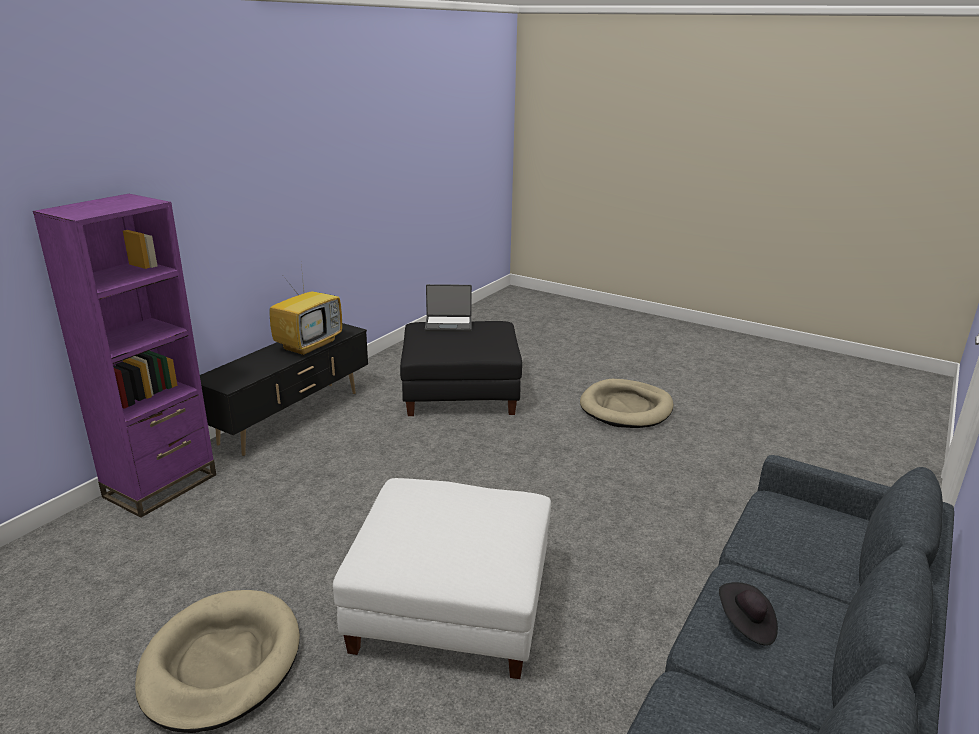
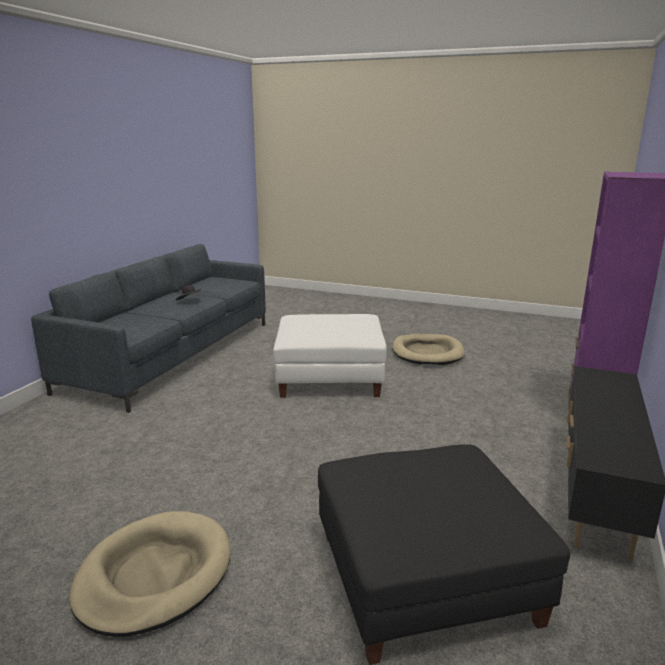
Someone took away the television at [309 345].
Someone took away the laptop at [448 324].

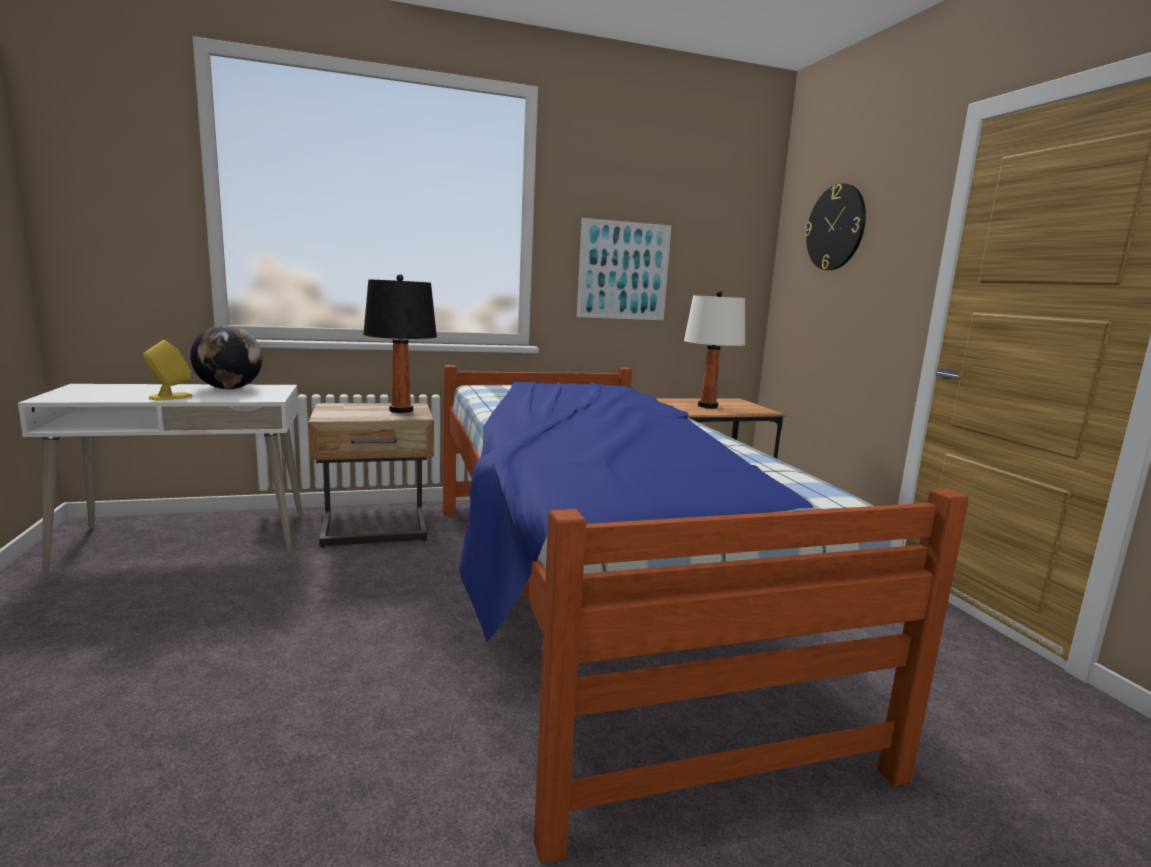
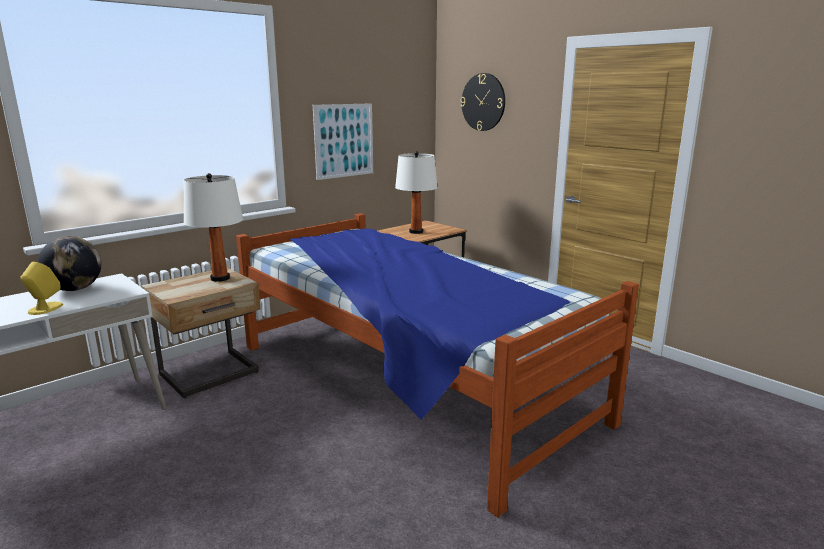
Someone repainted the black table lamp at [401 410], which became the white table lamp at [220 278].

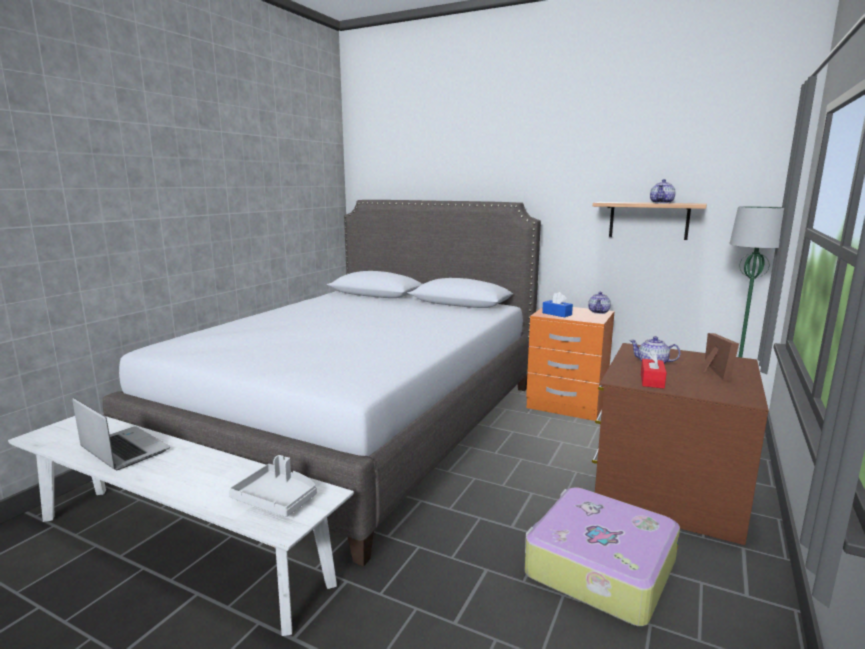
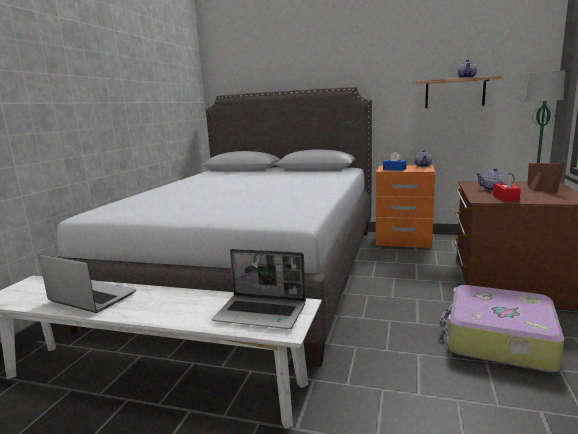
Someone swapped the grey tray at [277 499] for the laptop at [262 313].

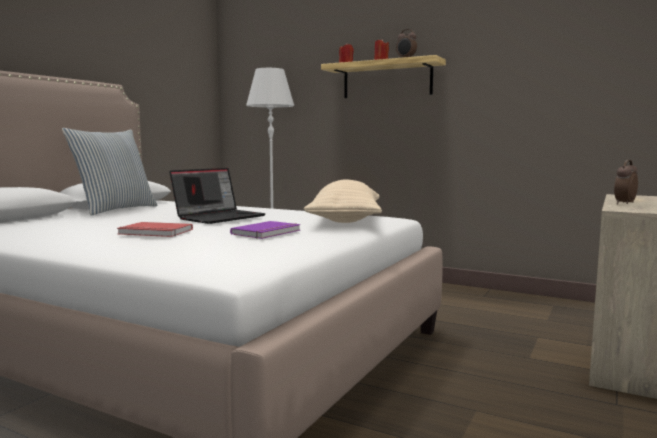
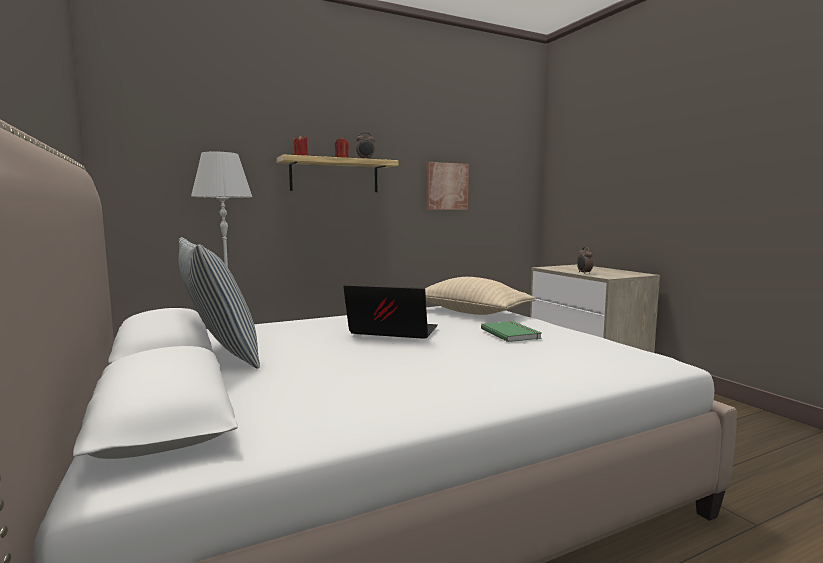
Someone took away the red book at [155 232].
Someone rotated the laptop at [219 217] by 60 degrees counterclockwise.
Someone repainted the purple book at [268 232], which became the green book at [511 333].
Someone put up the picture at [446 186].

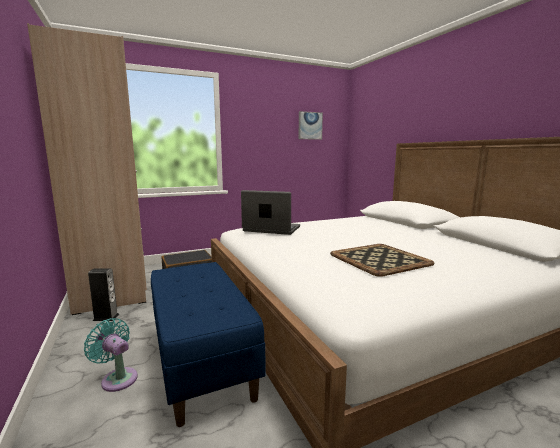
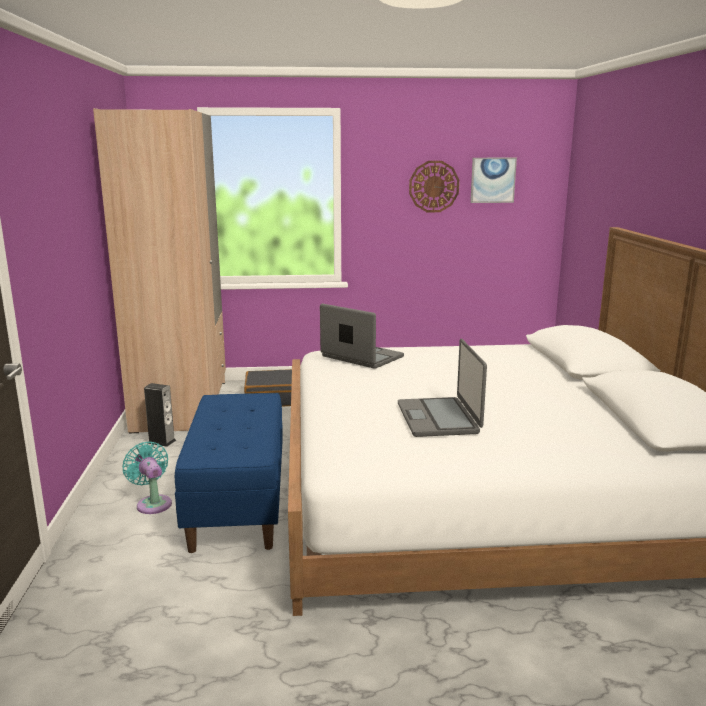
Someone swapped the tray at [380 259] for the laptop at [439 418].
Someone put up the wall clock at [434 186].

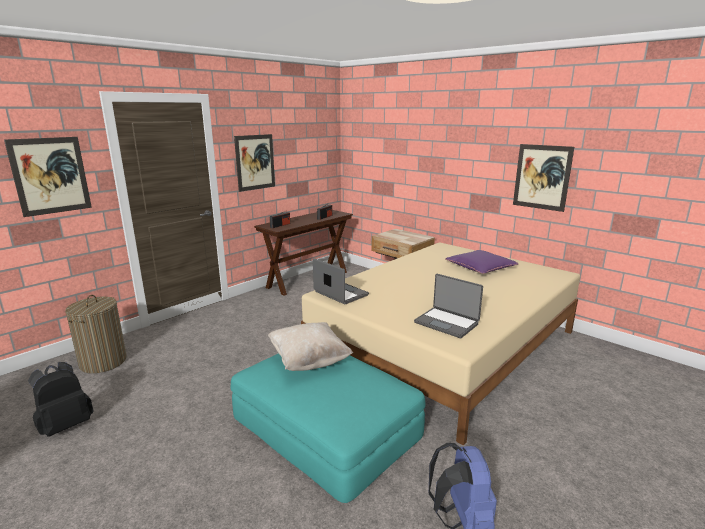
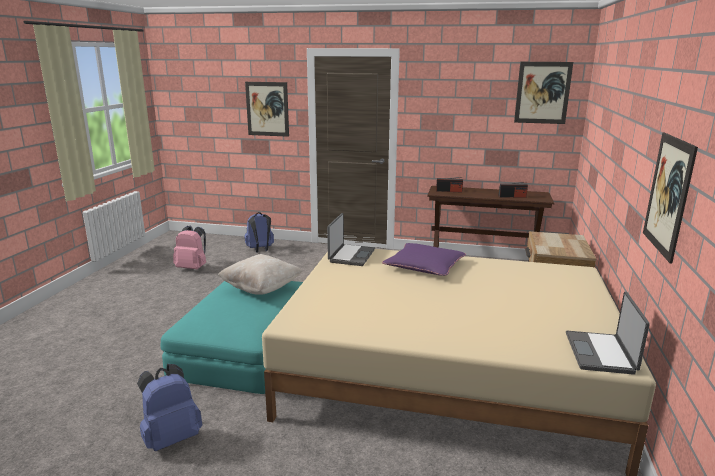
Someone repainted the black backpack at [66 425], which became the pink backpack at [193 268].
Someone swapped the laundry basket at [103 362] for the blue backpack at [260 250].
Someone carried the picture from [255 162] to [542 93].
Someone carried the laptop from [447 323] to [601 353].
Someone carried the purple pillow from [480 267] to [424 266].

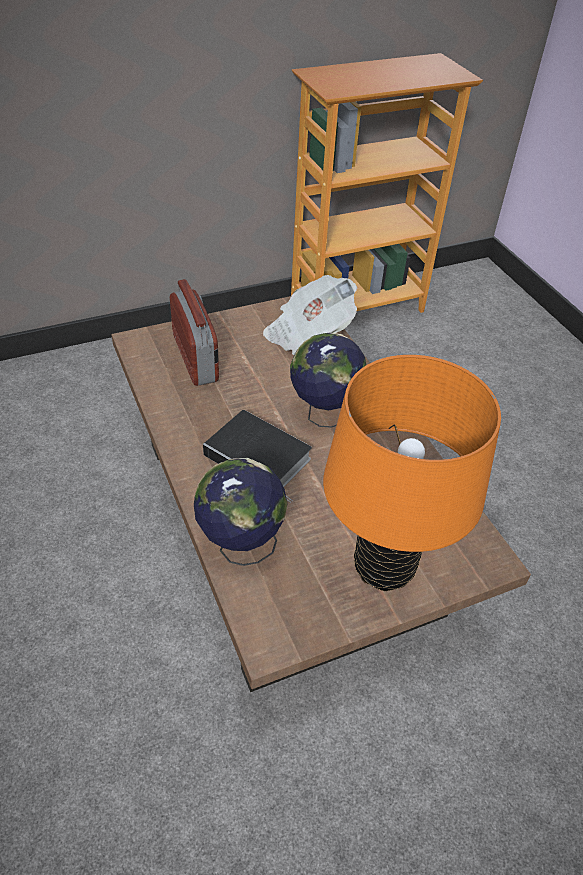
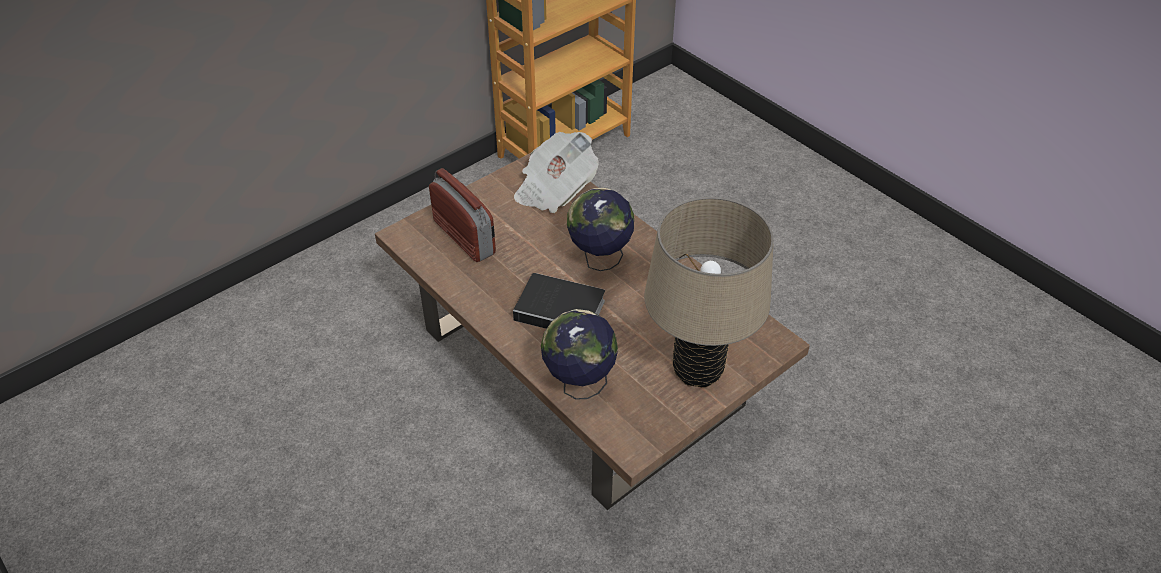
Someone repainted the orange table lamp at [384 567], which became the beige table lamp at [697 369].

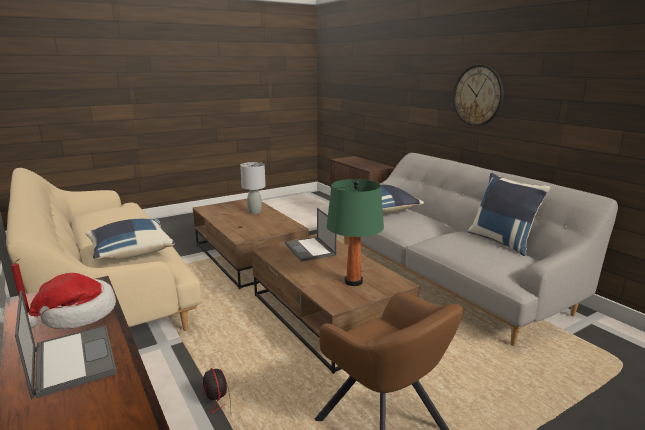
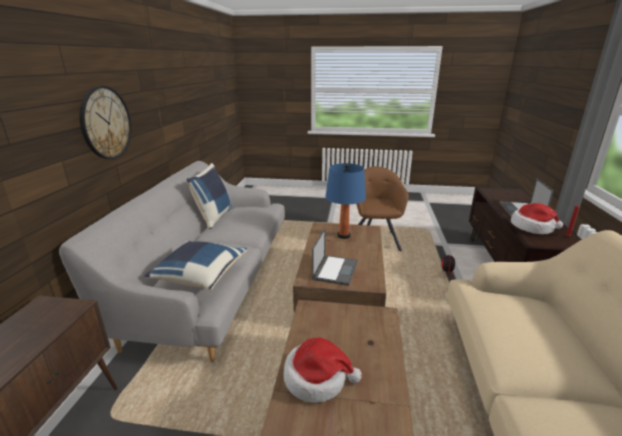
Someone took away the blue pillow at [131 252].
Someone swapped the grey table lamp at [255 212] for the hat at [317 378].
Someone repainted the green table lamp at [353 281], which became the blue table lamp at [344 236].

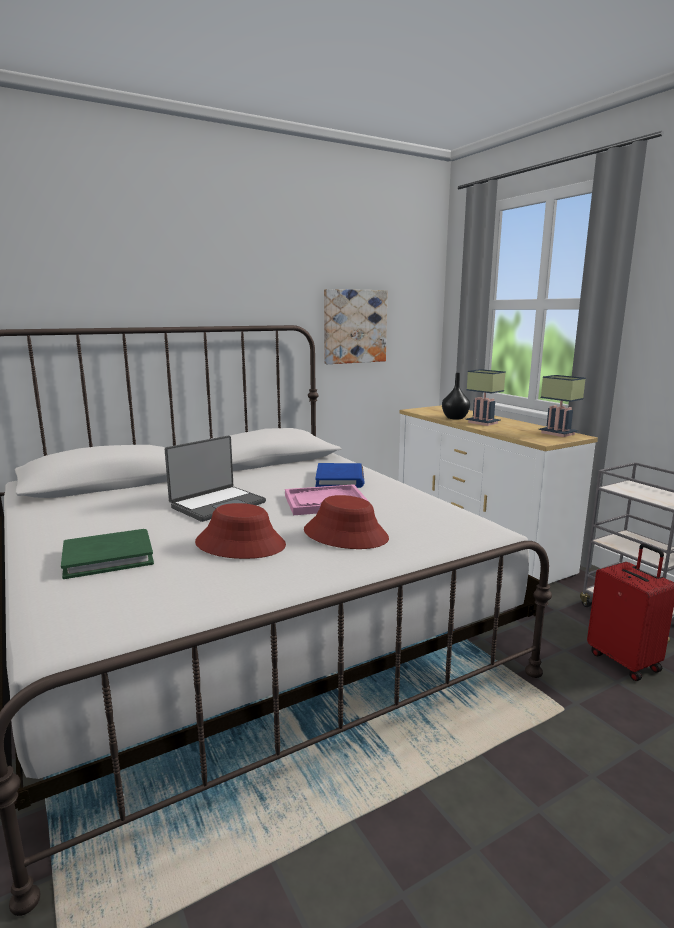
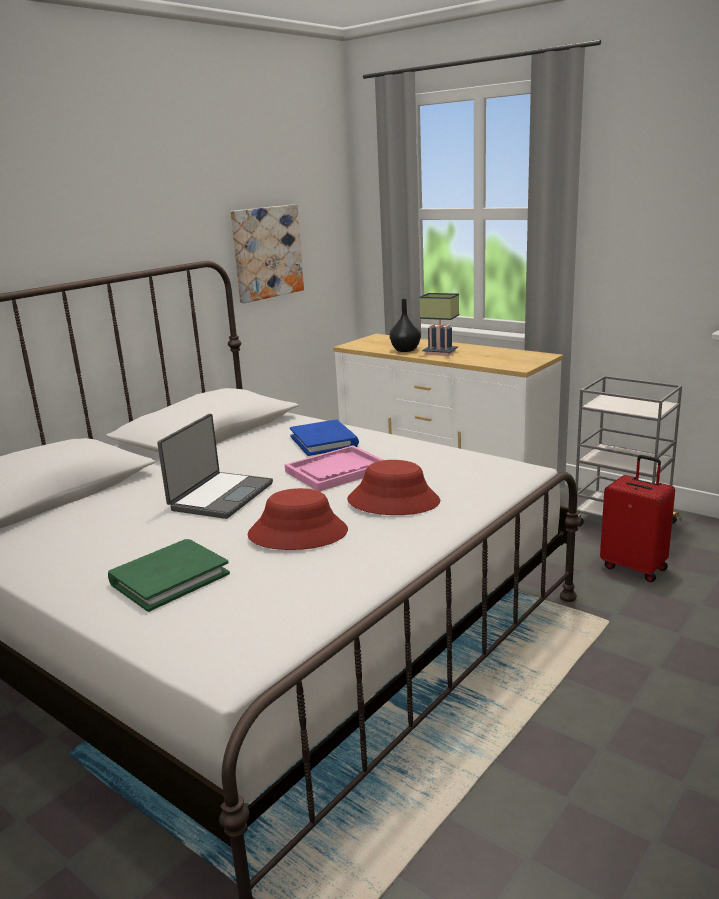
Someone took away the table lamp at [556 433].

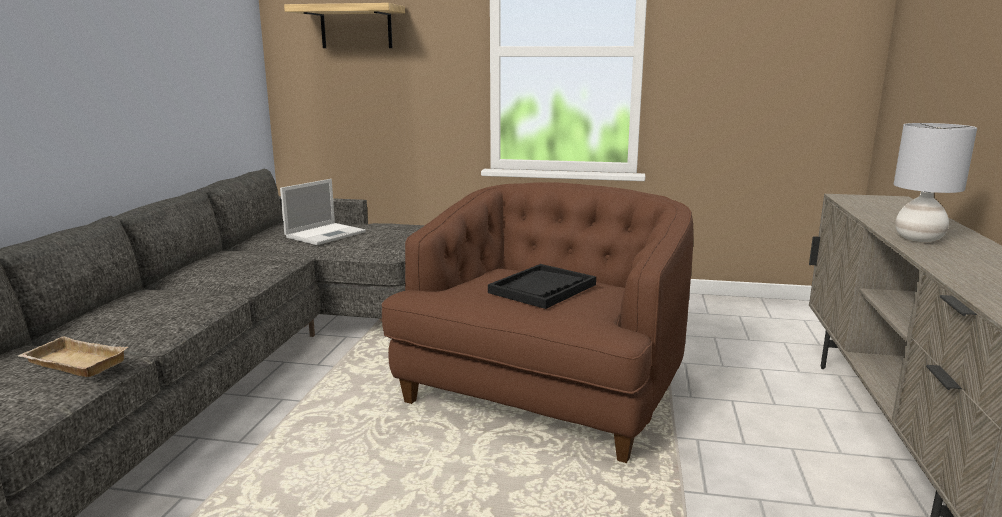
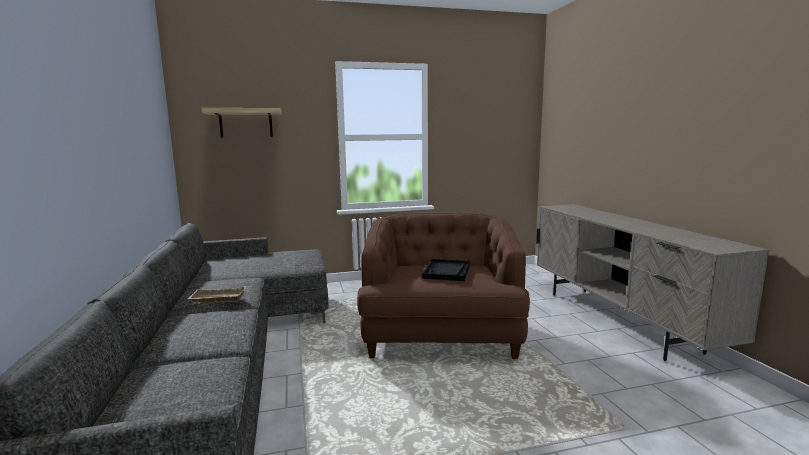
Someone carried the beige tray from [72 364] to [217 299].
Someone took away the laptop at [326 234].
Someone took away the grey table lamp at [919 239].

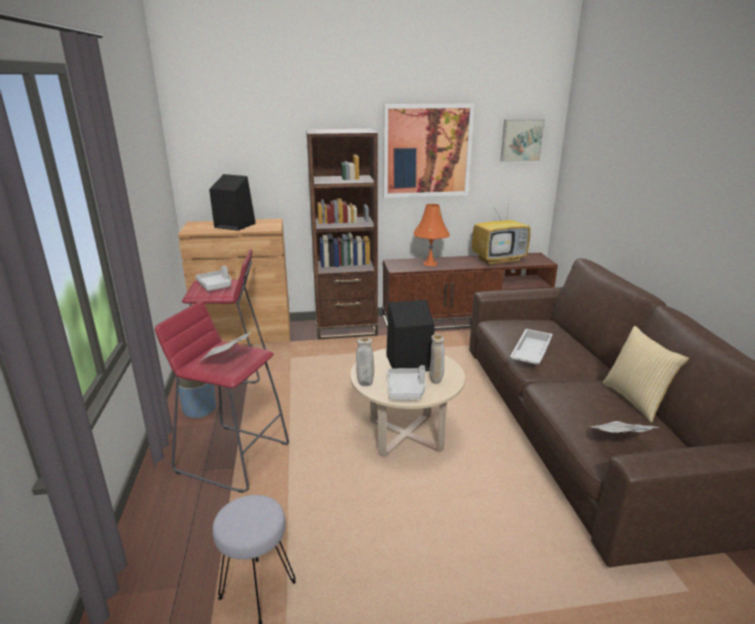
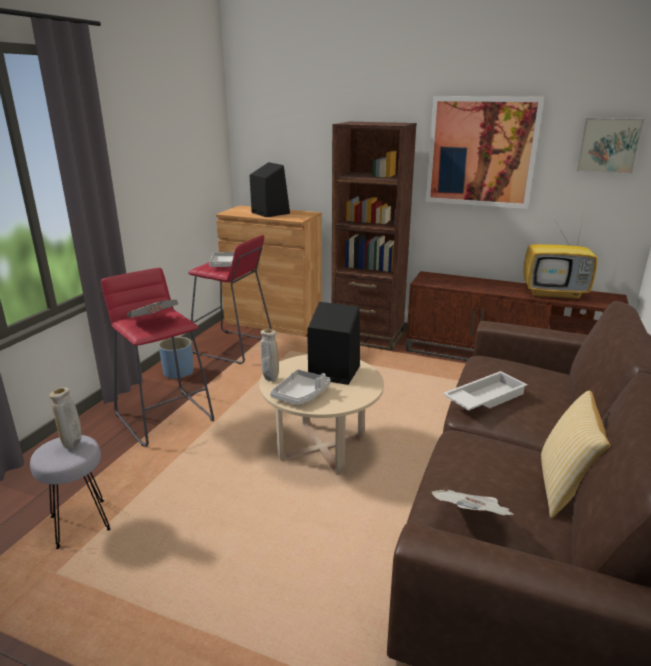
Someone took away the orange table lamp at [430 263].
Someone carried the beige vase from [436 381] to [73 446].

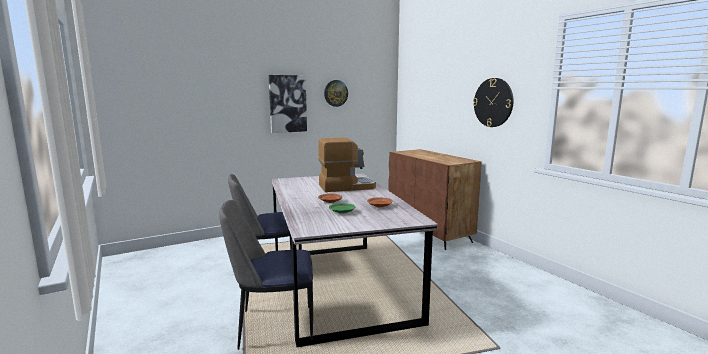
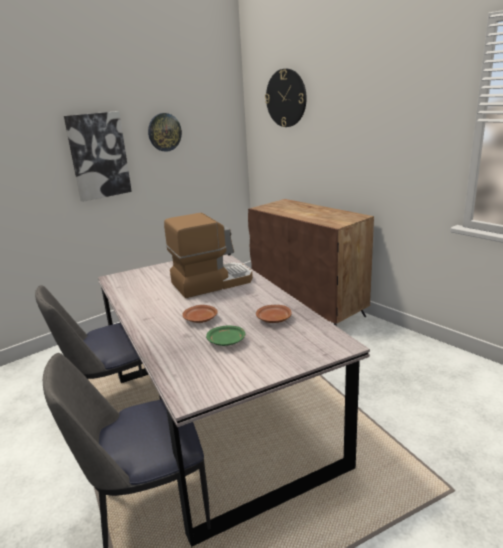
Someone carried the wall clock from [493 102] to [286 98].

